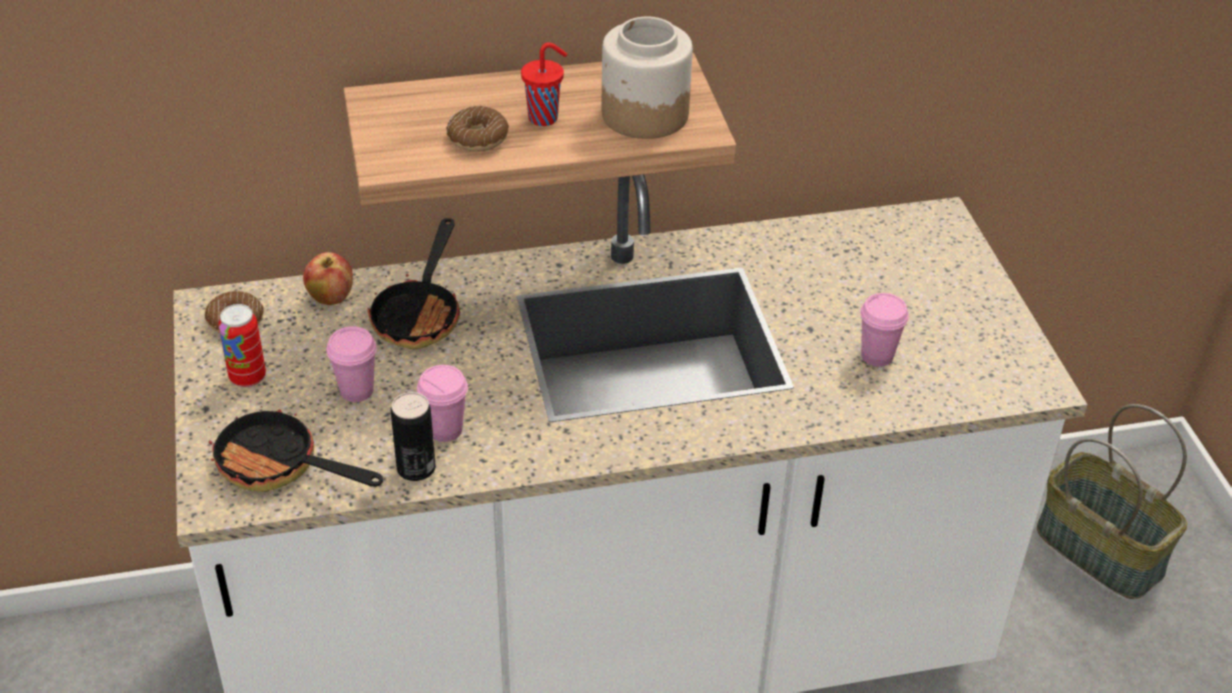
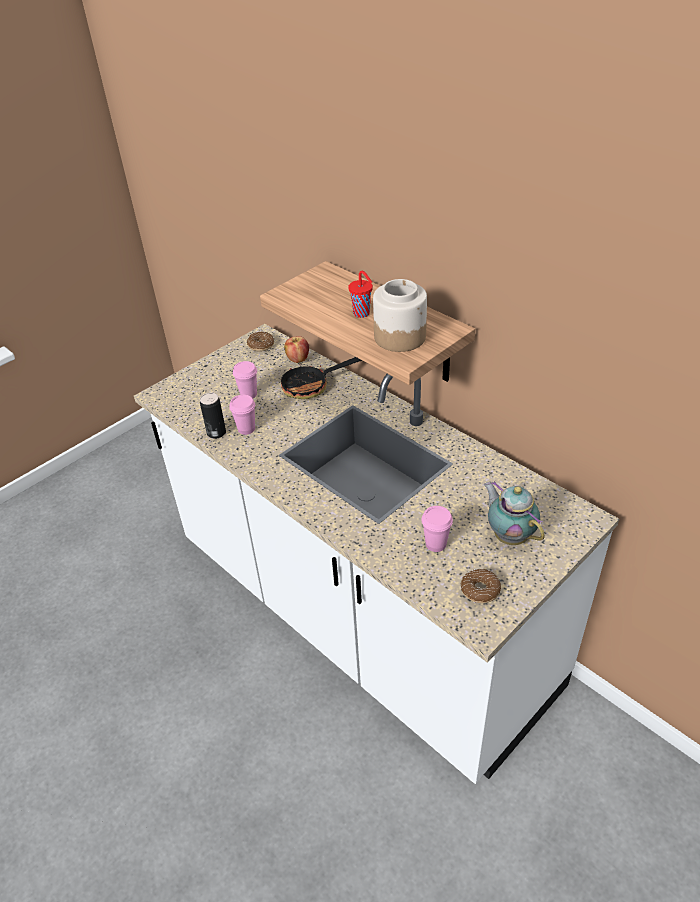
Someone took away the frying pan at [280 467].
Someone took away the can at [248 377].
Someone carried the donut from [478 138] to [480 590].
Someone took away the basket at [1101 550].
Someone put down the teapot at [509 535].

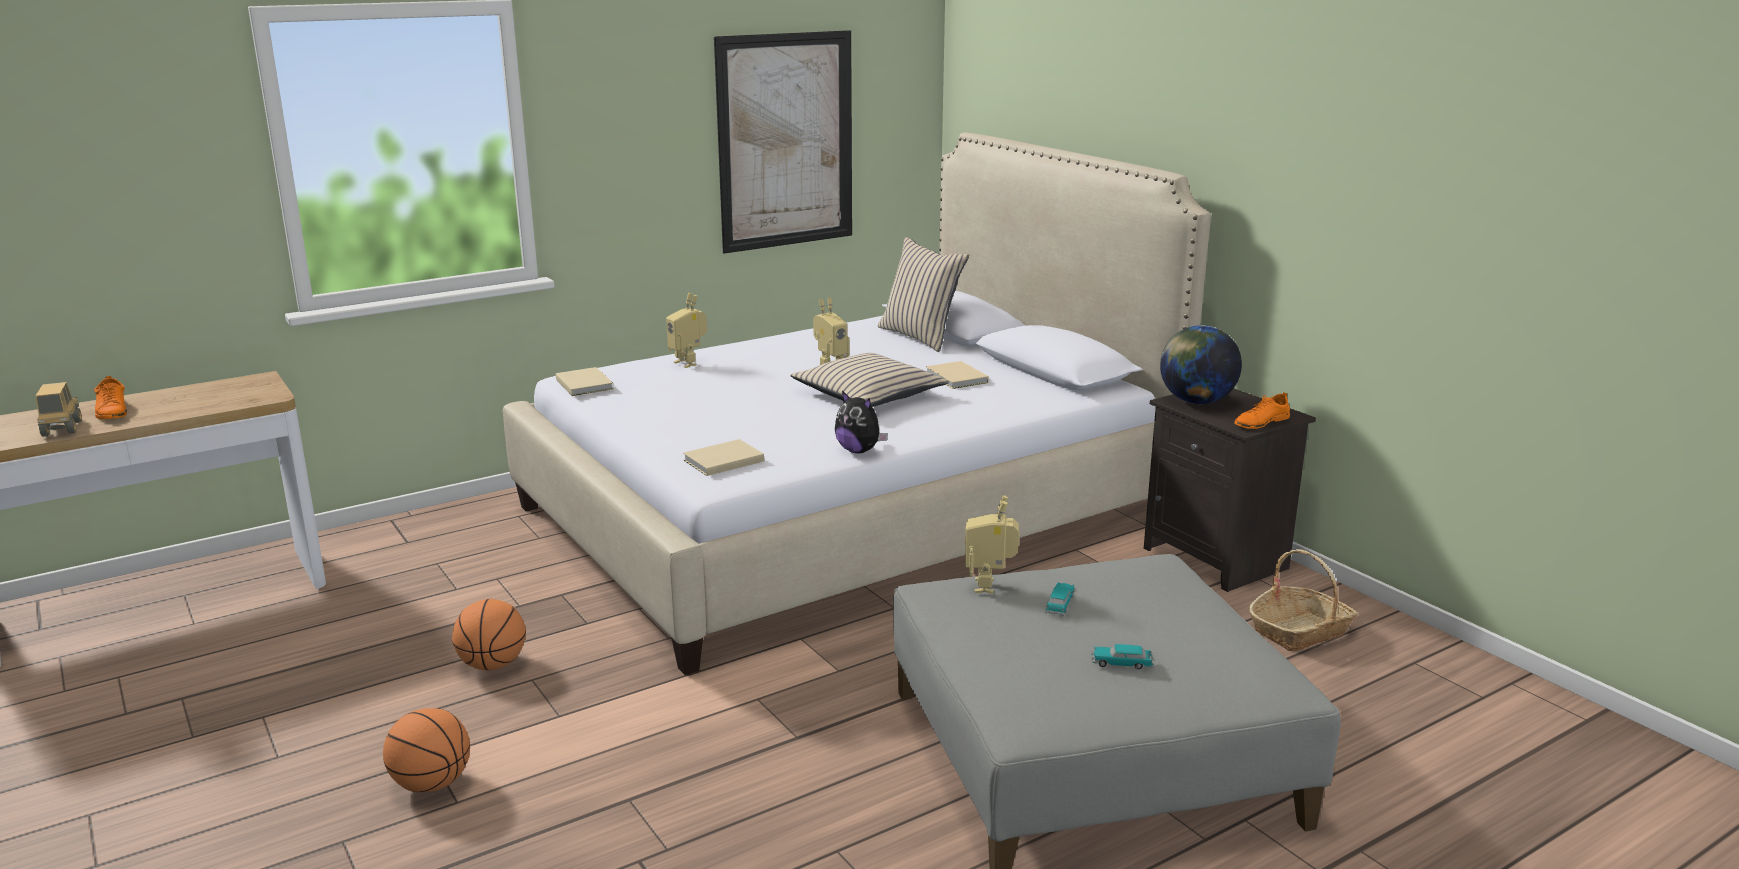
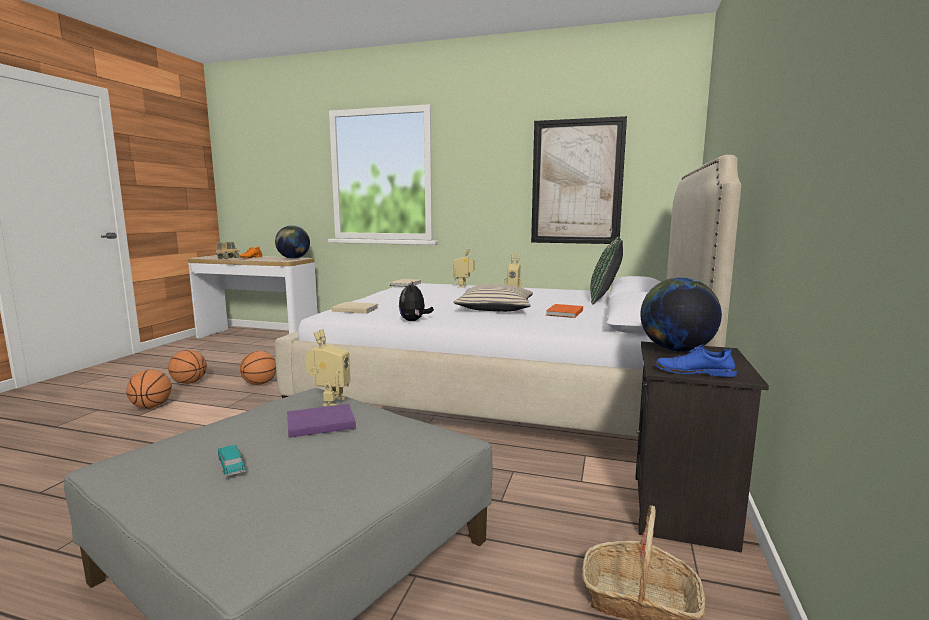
Someone repainted the beige pillow at [921 337], which became the green pillow at [604 299].
Someone repainted the beige book at [956 378], which became the orange book at [563 313].
Someone rotated the toy robot at [990 586] by 135 degrees clockwise.
Someone swapped the toy car at [1060 604] for the purple book at [318 423].
Someone repainted the orange shoe at [1261 422], which became the blue shoe at [694 372].
Someone put down the basketball at [189 383].
Someone put down the globe at [293 258].

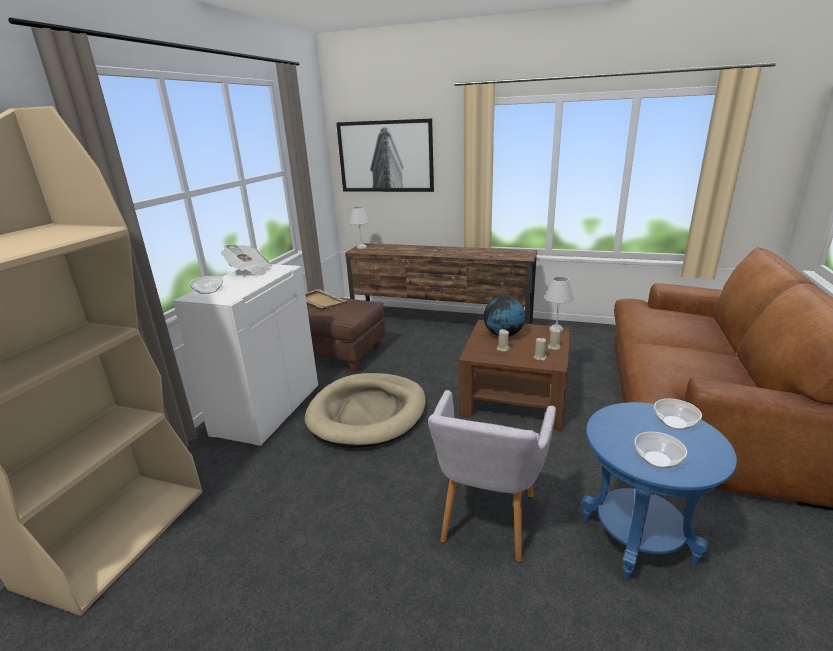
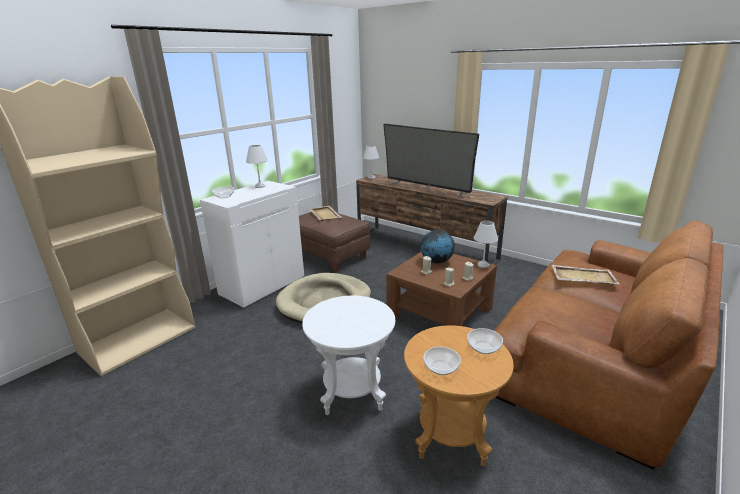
Someone swapped the newspaper at [249 271] for the white table lamp at [260 186].
Someone took away the picture at [386 156].
Someone swapped the grey armchair at [486 521] for the white side table at [352 392].
Someone repainted the blue side table at [637 540], which became the brown side table at [451 436].
Someone put down the television at [426 188].
Someone put down the beige tray at [582 277].

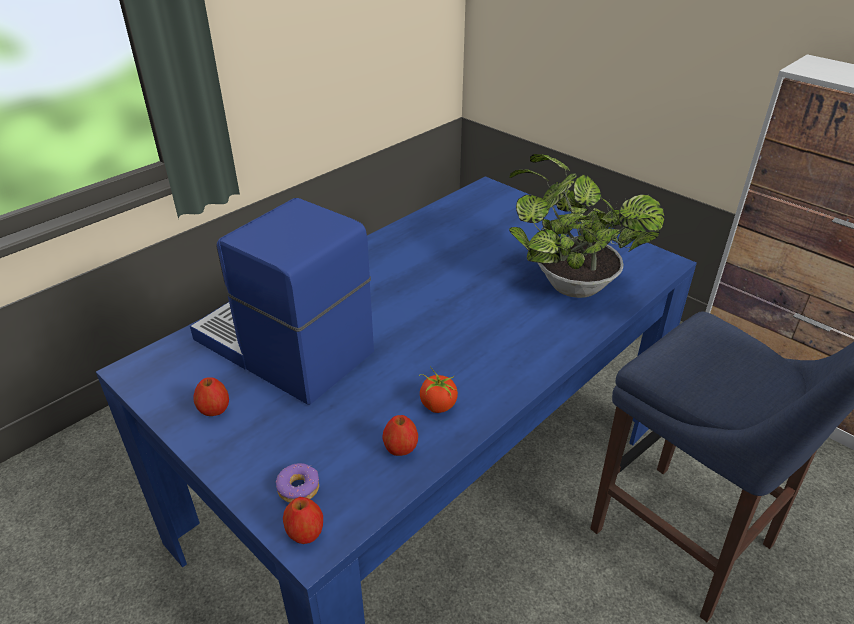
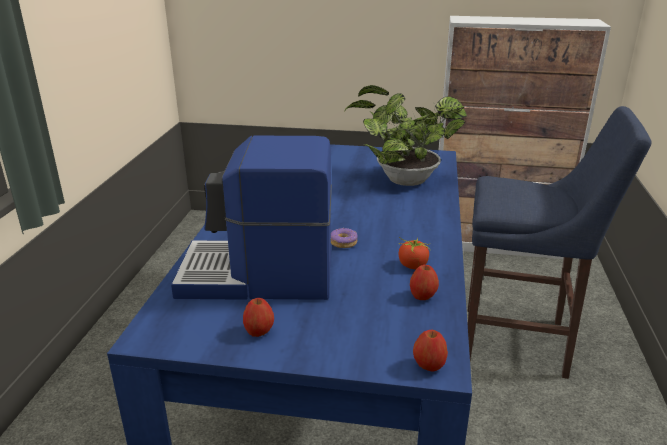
Someone carried the donut from [299 488] to [343 242].

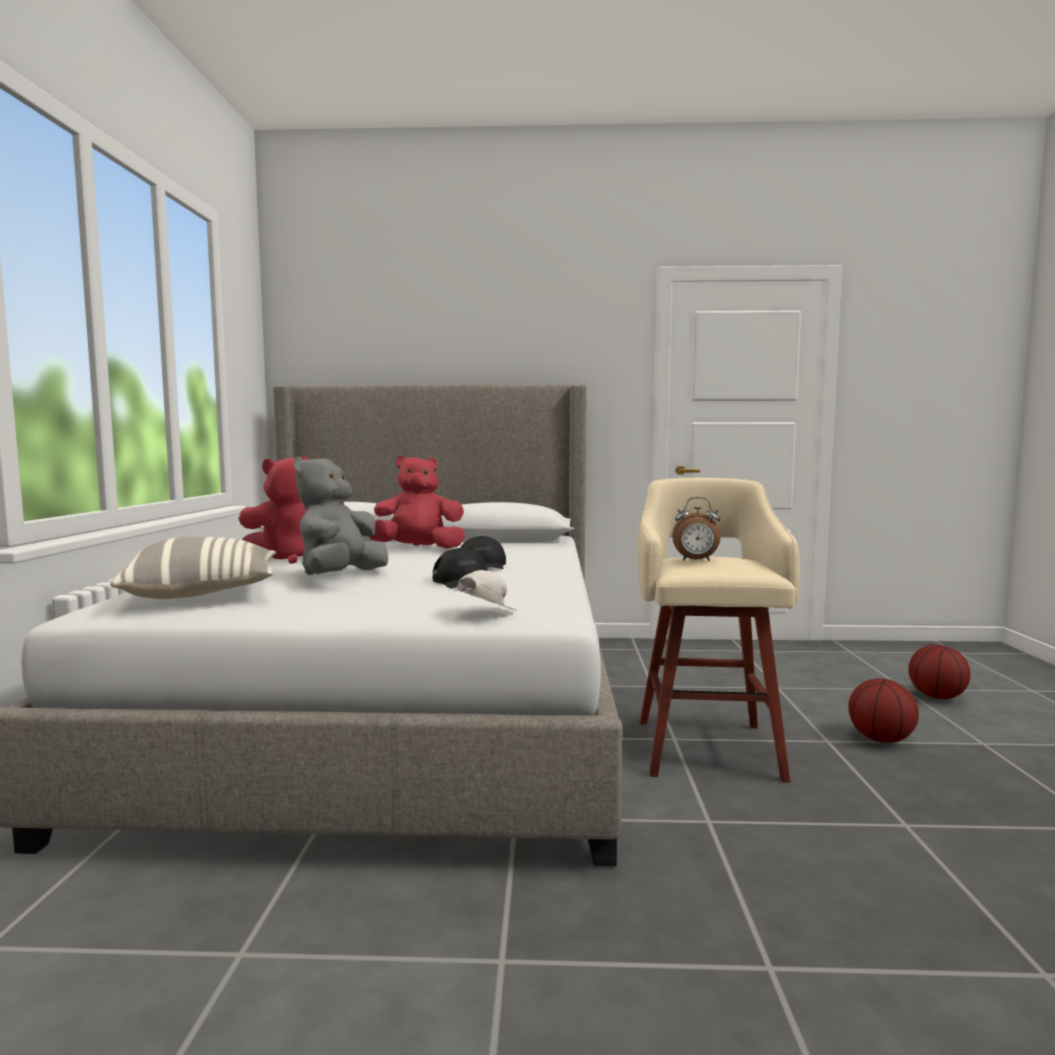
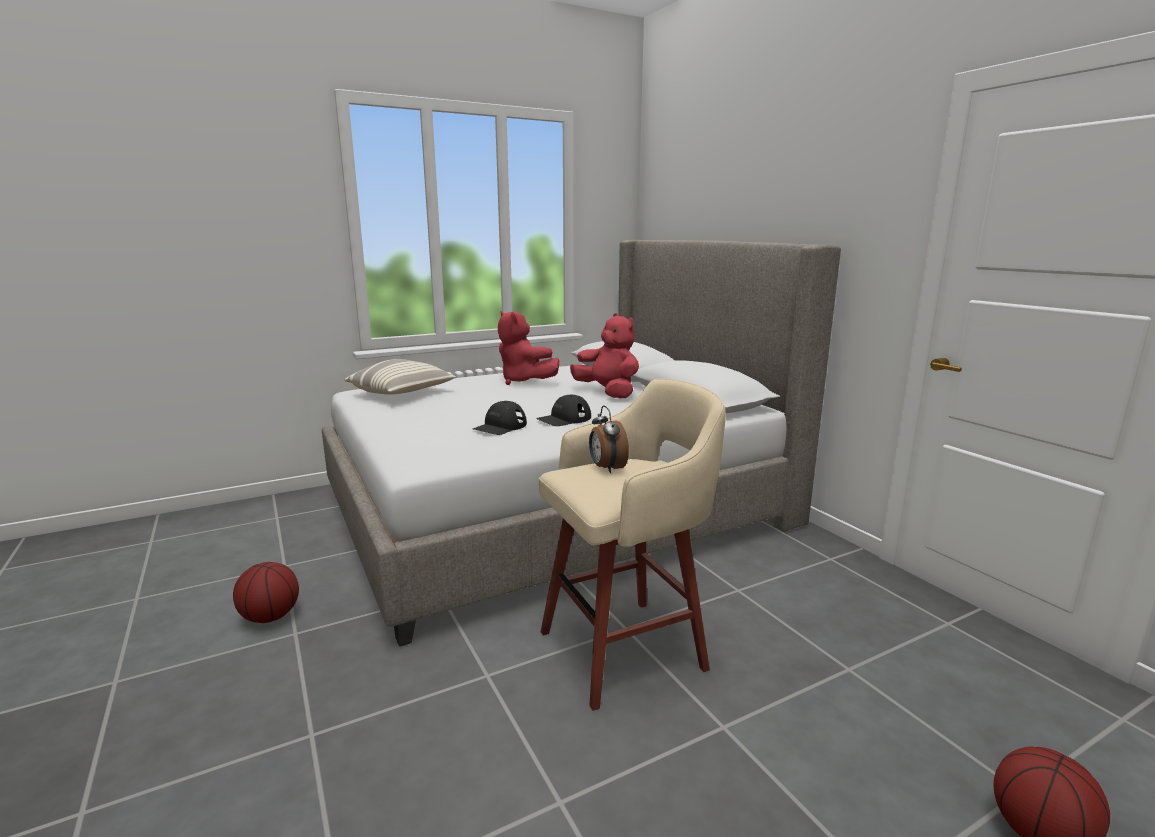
Someone took away the grey plush toy at [340 577].
Someone took away the white cap at [484 614].
Someone carried the basketball from [881 739] to [270 617].

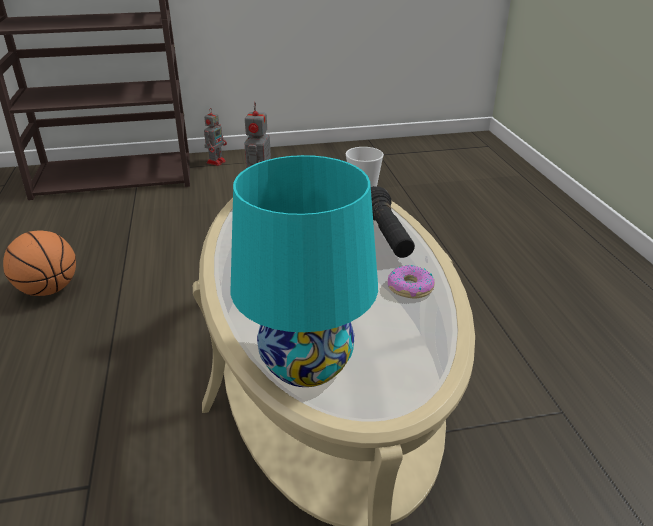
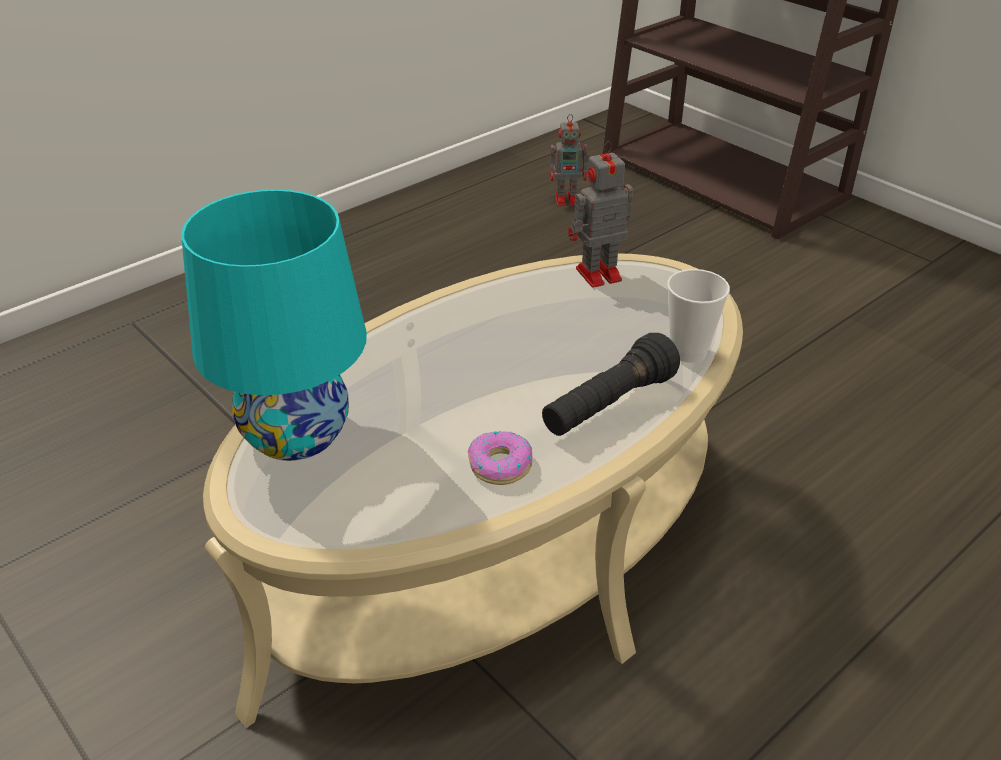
Someone took away the basketball at [49 290].
Someone carried the toy robot from [216 161] to [568 199].

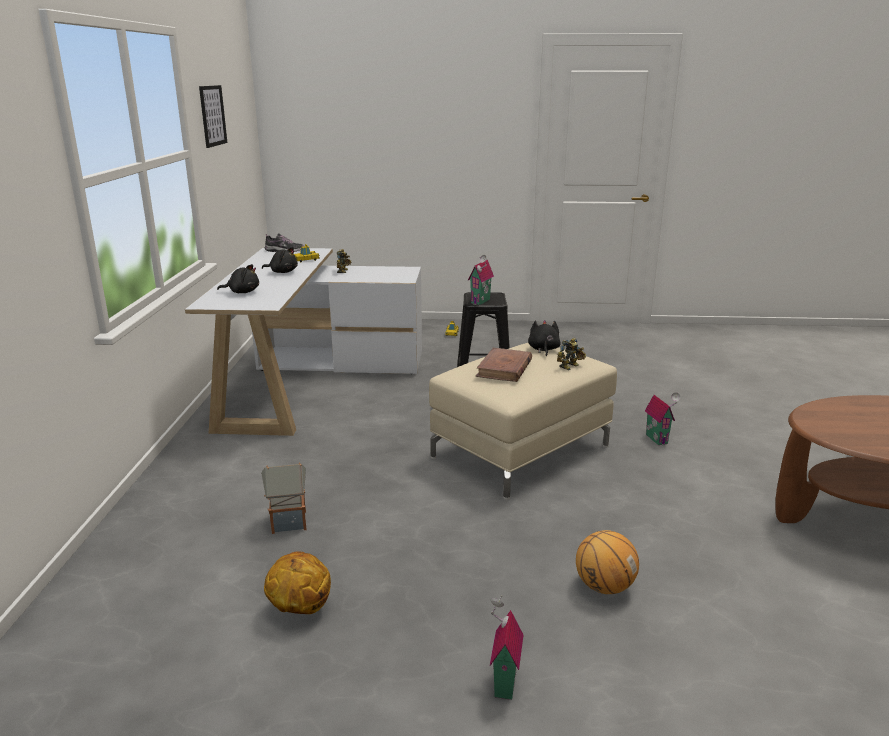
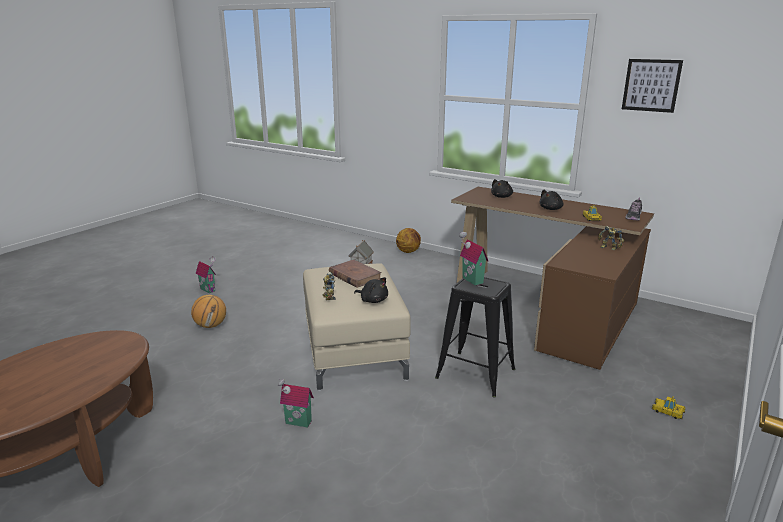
Someone repainted the white desk at [309 381], which became the brown desk at [549 308].
Someone carried the basketball from [299 609] to [408 251].

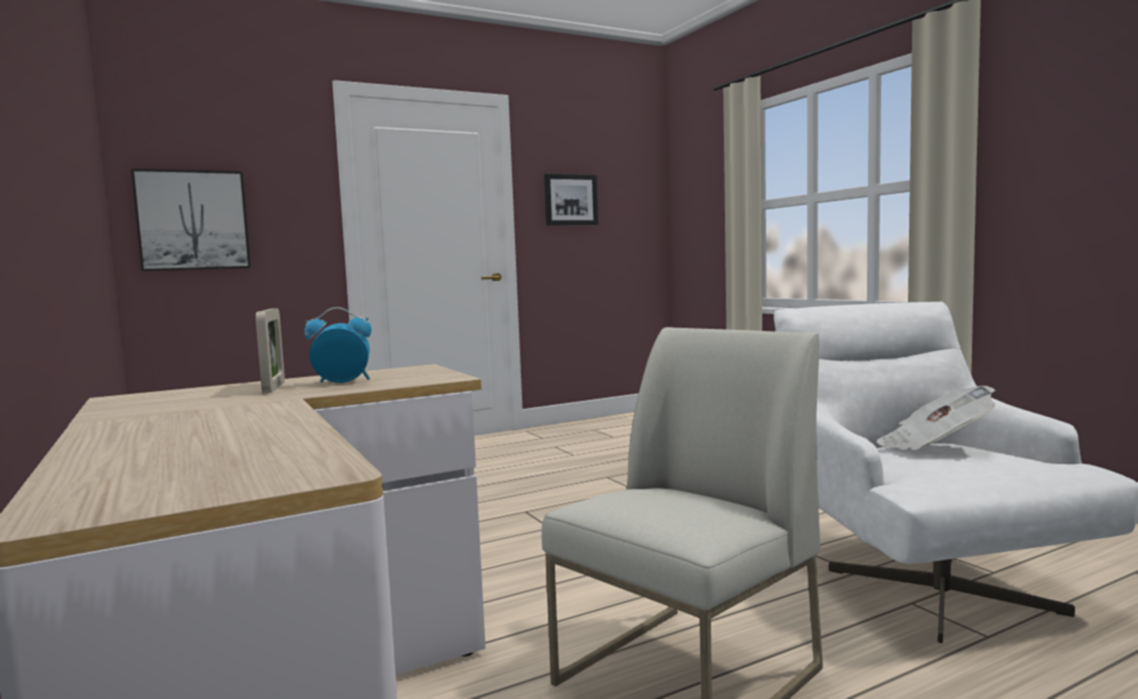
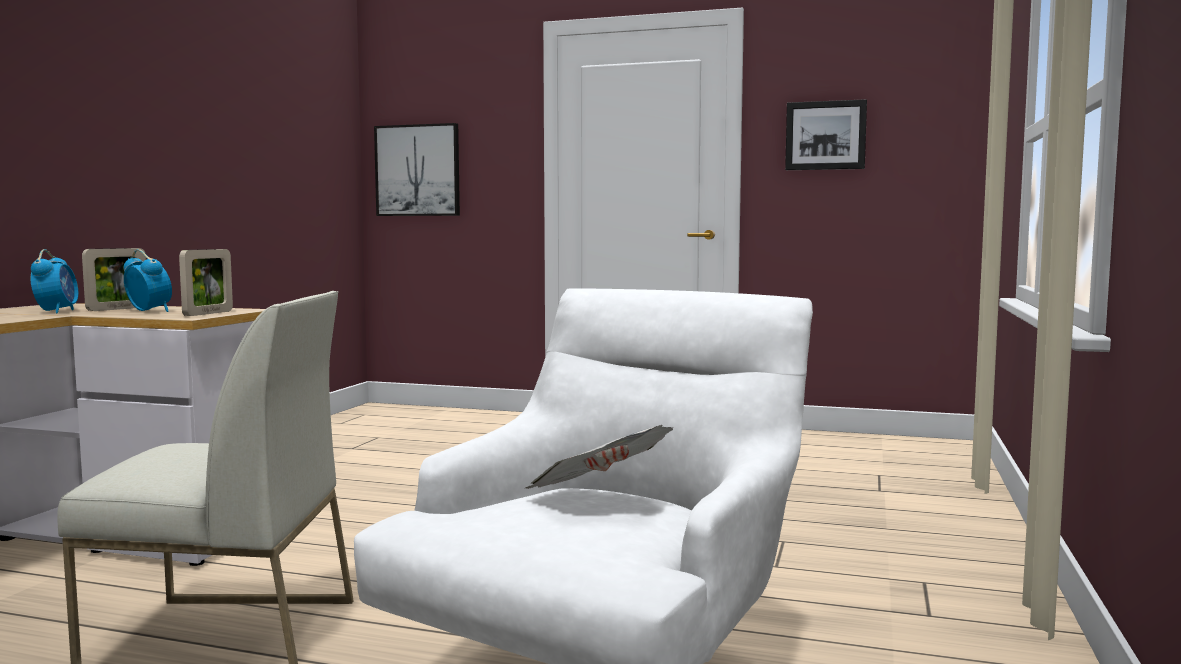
Someone put down the alarm clock at [57 311].
Someone put down the picture frame at [208 313].

